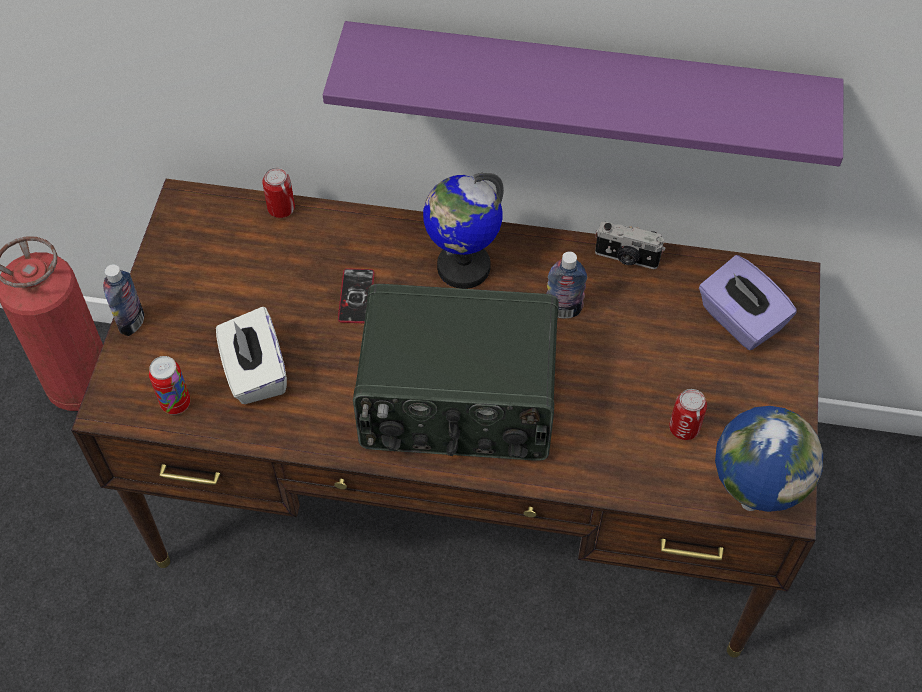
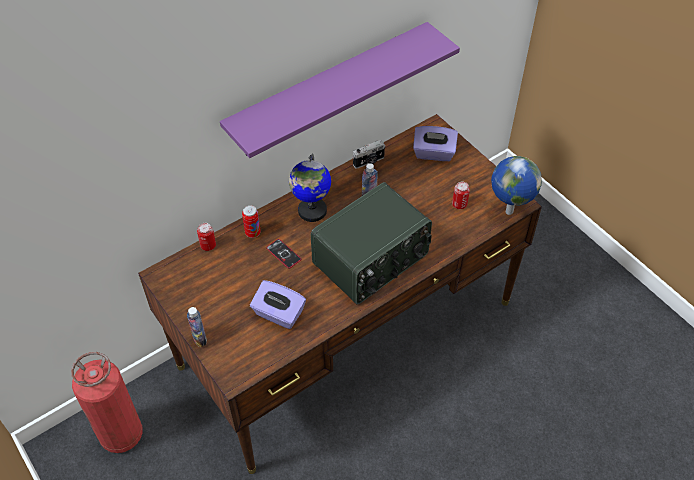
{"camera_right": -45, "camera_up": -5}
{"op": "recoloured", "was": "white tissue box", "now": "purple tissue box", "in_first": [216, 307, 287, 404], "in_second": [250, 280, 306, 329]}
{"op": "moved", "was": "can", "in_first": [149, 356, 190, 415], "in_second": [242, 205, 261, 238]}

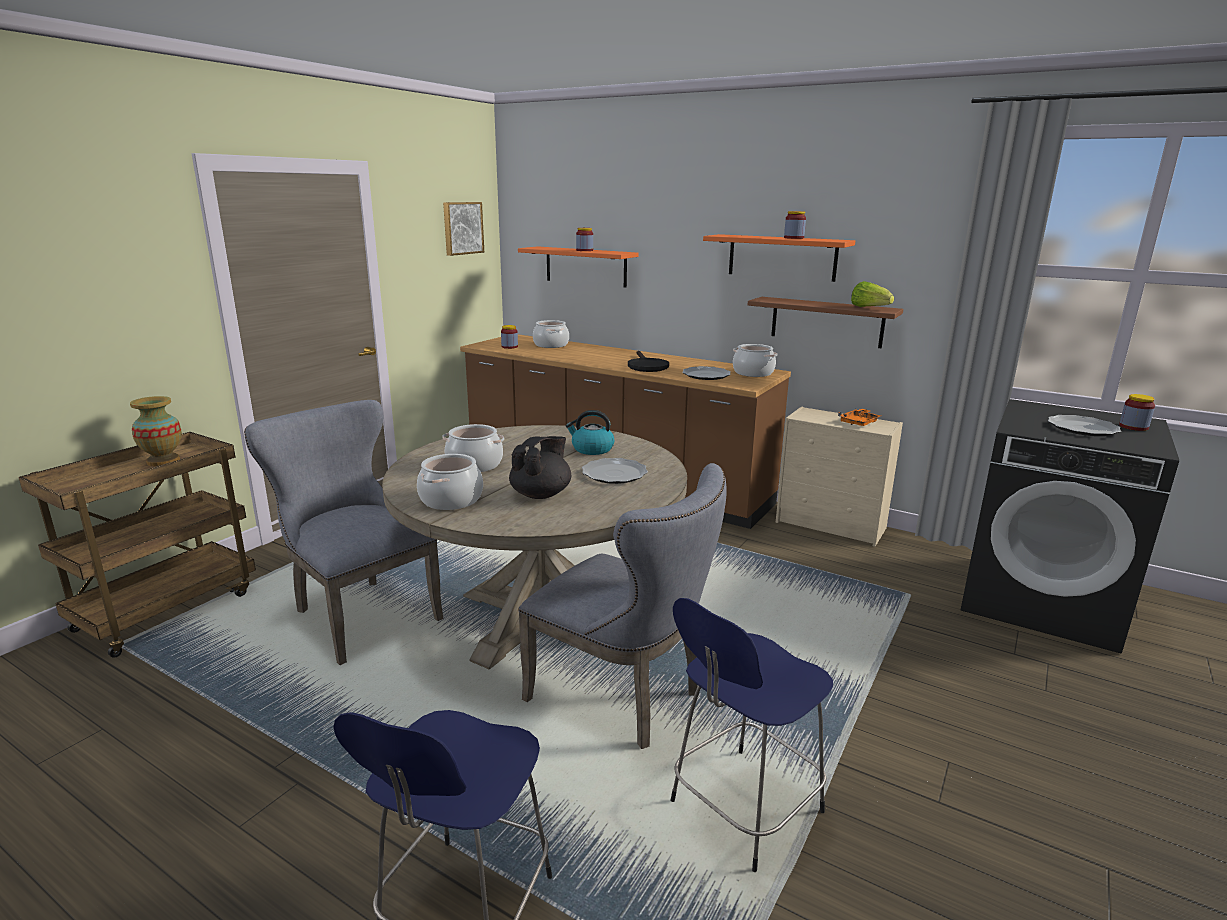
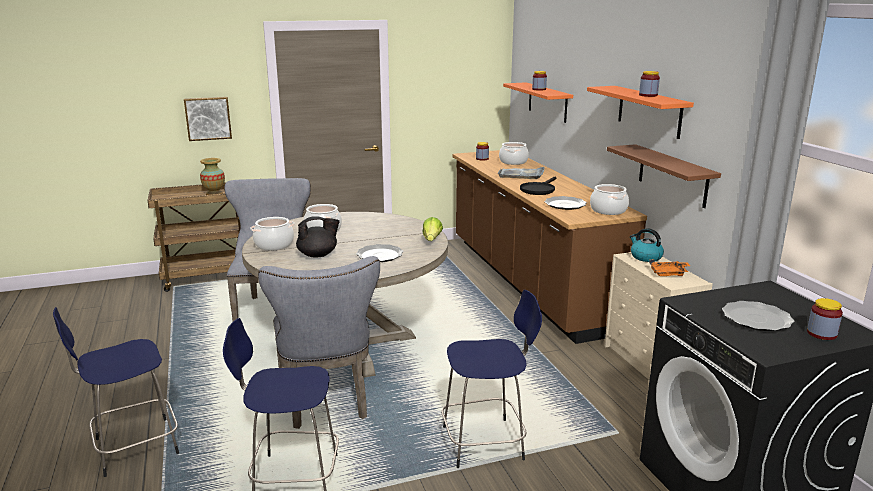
{"camera_right": 40, "camera_up": 0}
{"op": "moved", "was": "picture", "in_first": [443, 202, 484, 256], "in_second": [184, 97, 232, 141]}
{"op": "moved", "was": "lettuce", "in_first": [851, 281, 894, 307], "in_second": [422, 217, 443, 241]}
{"op": "moved", "was": "kettle", "in_first": [566, 410, 614, 455], "in_second": [630, 228, 664, 262]}
{"op": "added", "now": "grey tray", "in_second": [497, 167, 545, 179]}
{"op": "added", "now": "blue stool", "in_second": [441, 290, 542, 468]}

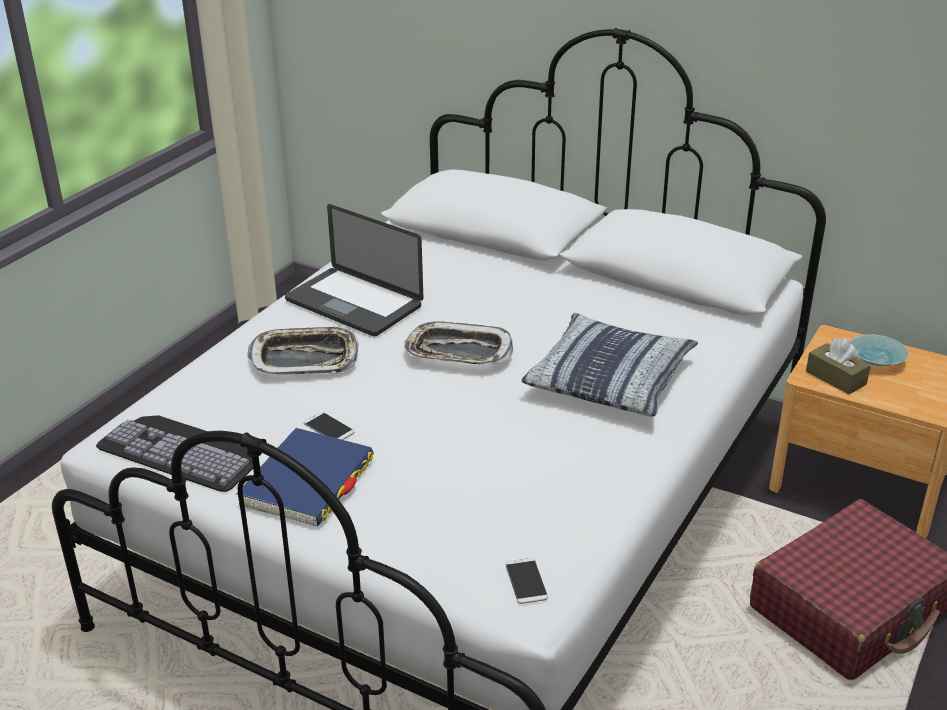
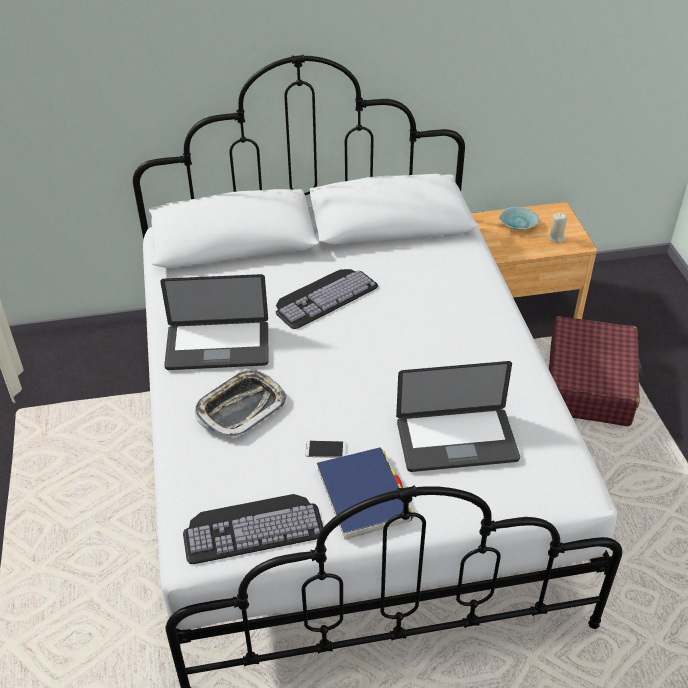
{"camera_right": -40, "camera_up": 10}
{"op": "removed", "was": "pillow", "in_first": [521, 313, 698, 417]}
{"op": "removed", "was": "tray", "in_first": [404, 322, 514, 365]}
{"op": "removed", "was": "brown tissue box", "in_first": [806, 338, 871, 394]}
{"op": "removed", "was": "phone", "in_first": [505, 558, 548, 604]}
{"op": "added", "now": "beige candle", "in_second": [548, 213, 567, 243]}
{"op": "added", "now": "keyboard", "in_second": [276, 269, 378, 329]}
{"op": "added", "now": "laptop", "in_second": [396, 361, 520, 472]}

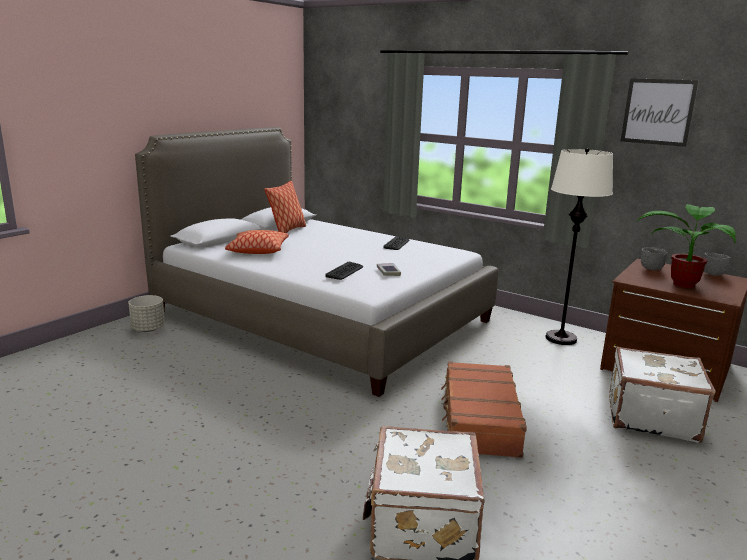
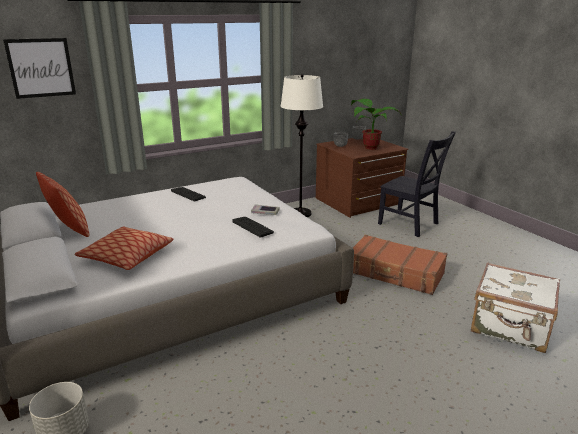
{"camera_right": -65, "camera_up": 5}
{"op": "moved", "was": "picture", "in_first": [621, 78, 699, 147], "in_second": [3, 38, 76, 99]}
{"op": "replaced", "was": "white suitcase", "now": "black chair", "in_first": [609, 347, 716, 443], "in_second": [378, 131, 456, 237]}

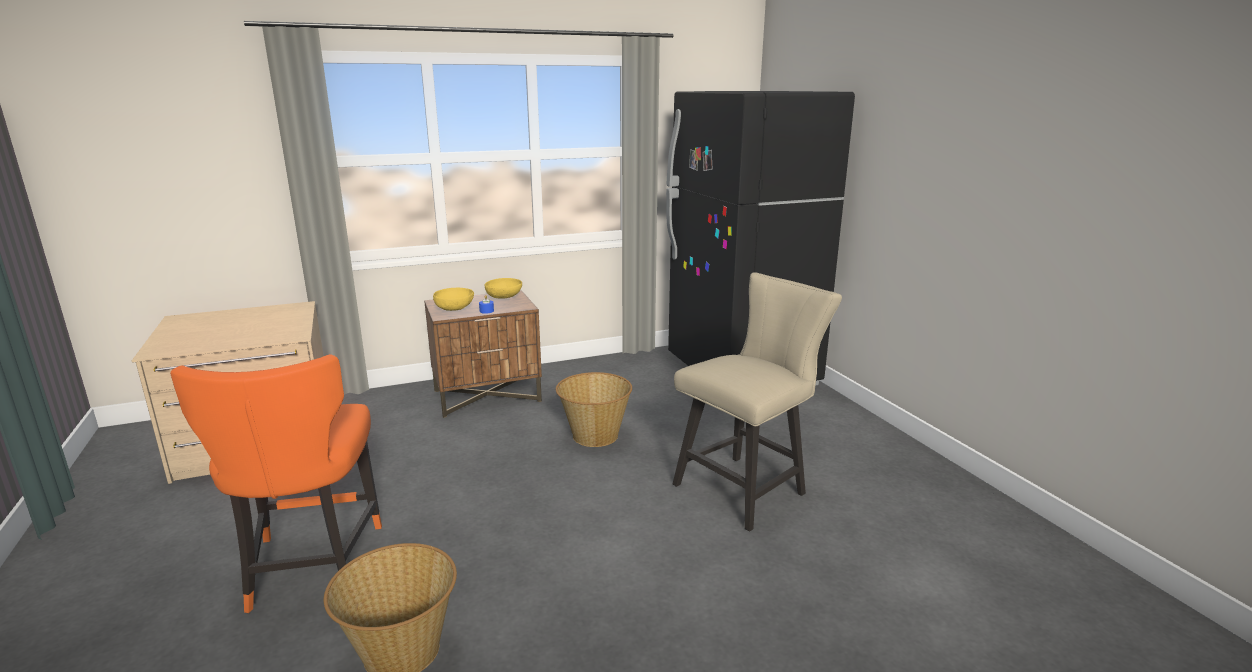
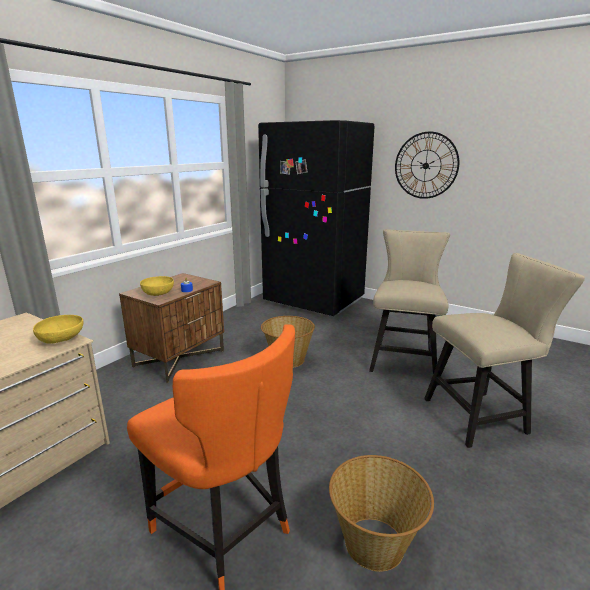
{"camera_right": -35, "camera_up": 0}
{"op": "moved", "was": "yellow bowl", "in_first": [485, 278, 522, 298], "in_second": [33, 315, 83, 344]}
{"op": "added", "now": "wall clock", "in_second": [395, 132, 459, 199]}
{"op": "added", "now": "beige chair", "in_second": [424, 253, 585, 448]}

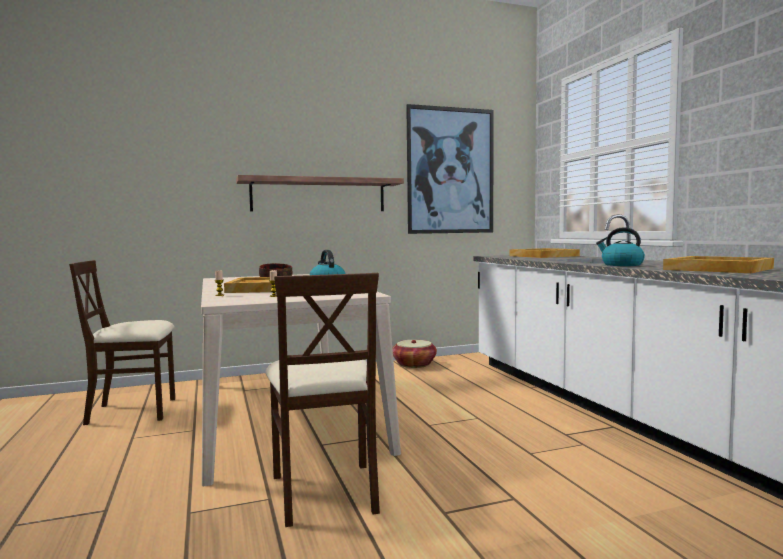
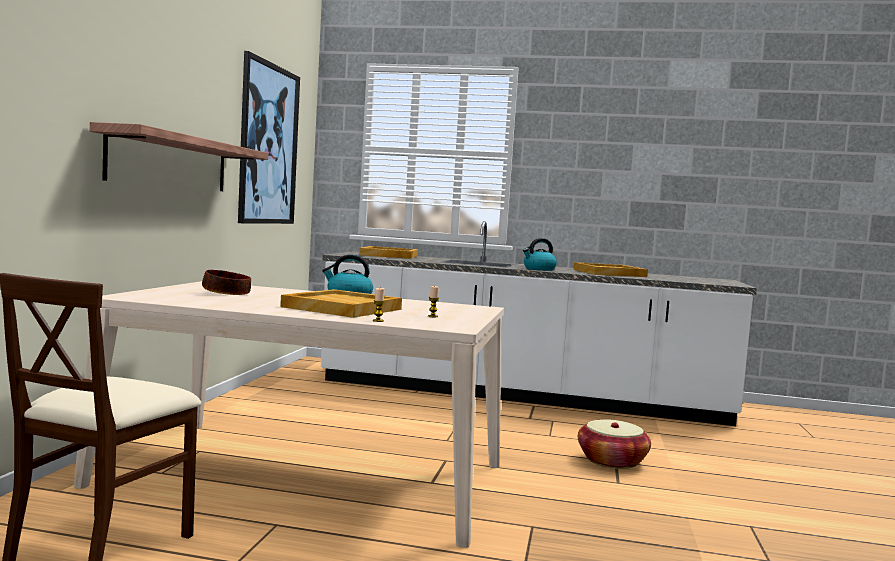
{"camera_right": -60, "camera_up": 0}
{"op": "removed", "was": "beige chair", "in_first": [266, 273, 380, 527]}
{"op": "moved", "was": "basket", "in_first": [392, 340, 437, 368], "in_second": [578, 419, 651, 469]}

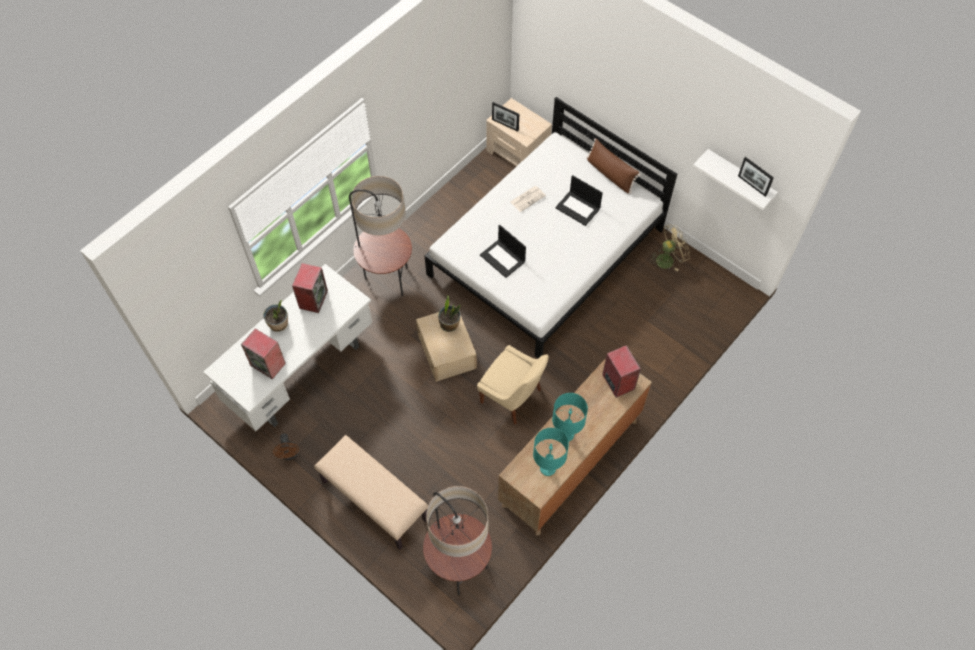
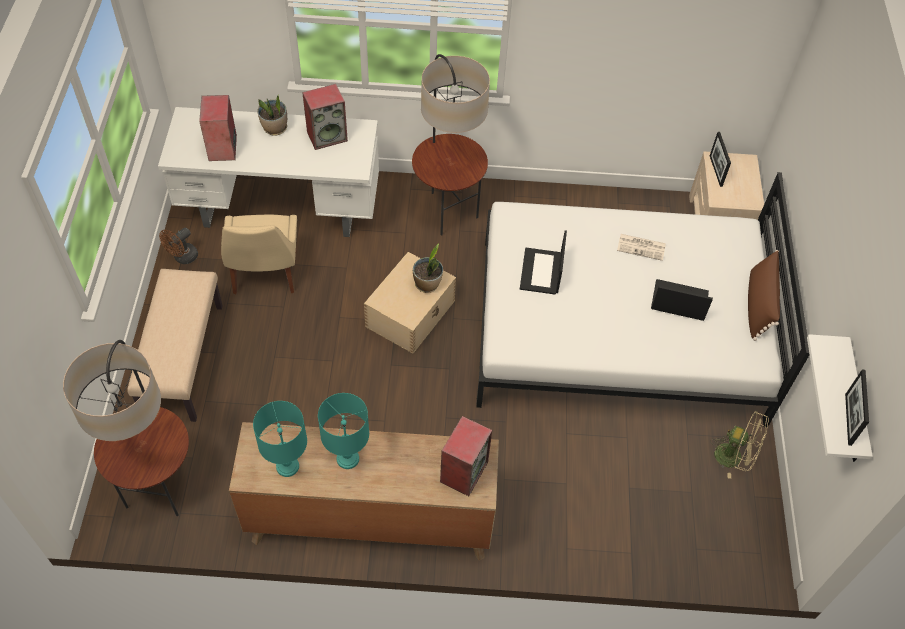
{"camera_right": 50, "camera_up": -5}
{"op": "turned", "was": "laptop", "in_first": [555, 175, 603, 226], "in_second": [651, 279, 713, 321], "clockwise": 105}
{"op": "moved", "was": "beige chair", "in_first": [477, 345, 549, 424], "in_second": [221, 215, 297, 294]}

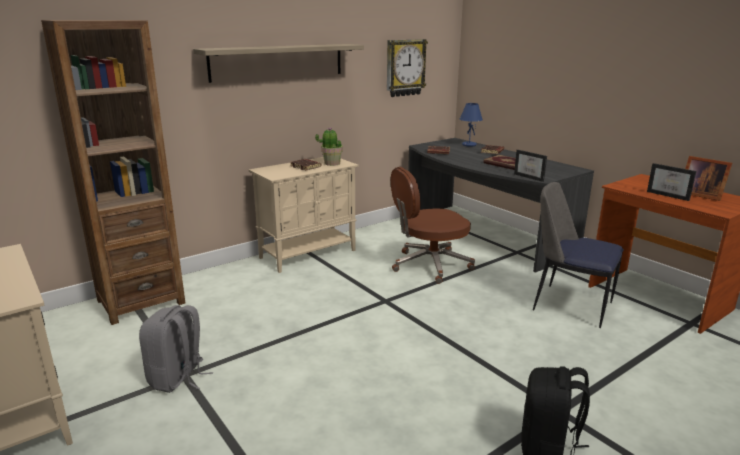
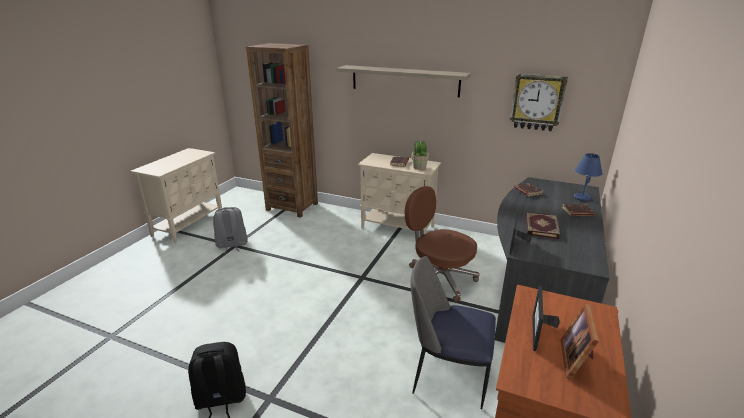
{"camera_right": 60, "camera_up": 5}
{"op": "turned", "was": "chair", "in_first": [533, 182, 624, 328], "in_second": [411, 256, 496, 410], "clockwise": -75}

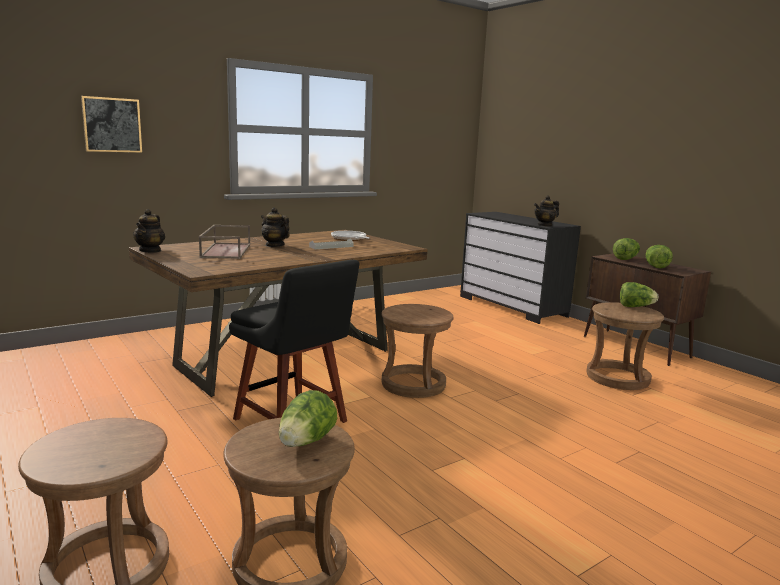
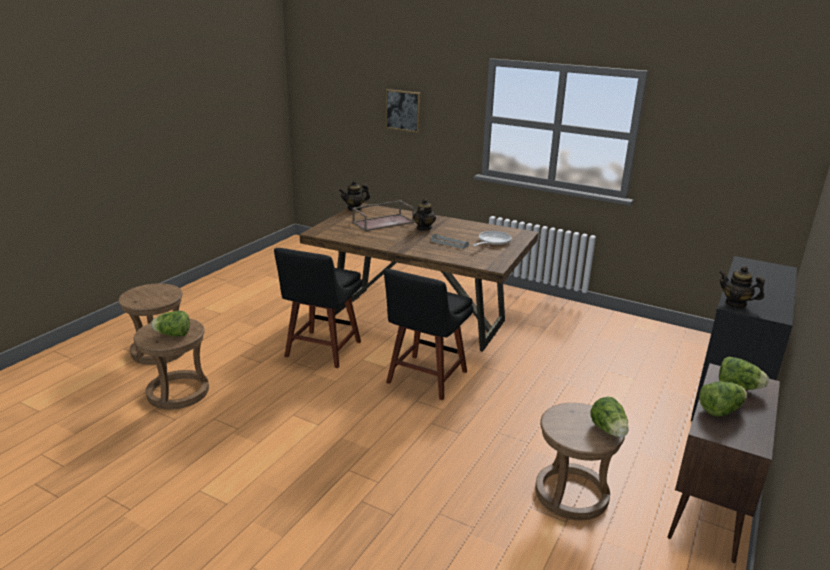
{"camera_right": 65, "camera_up": 10}
{"op": "replaced", "was": "brown stool", "now": "black chair", "in_first": [381, 304, 454, 398], "in_second": [384, 269, 473, 400]}

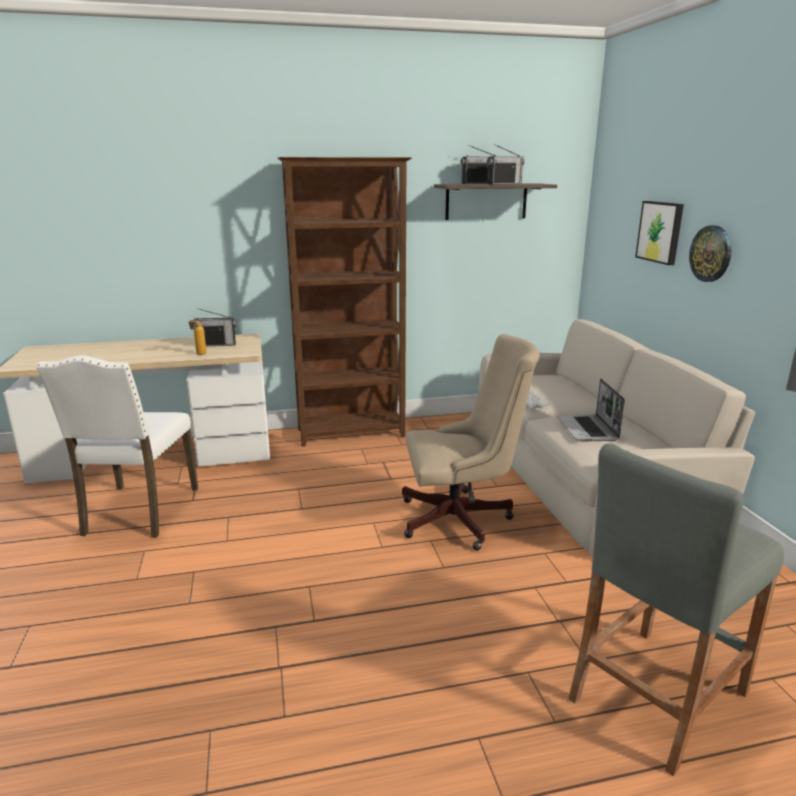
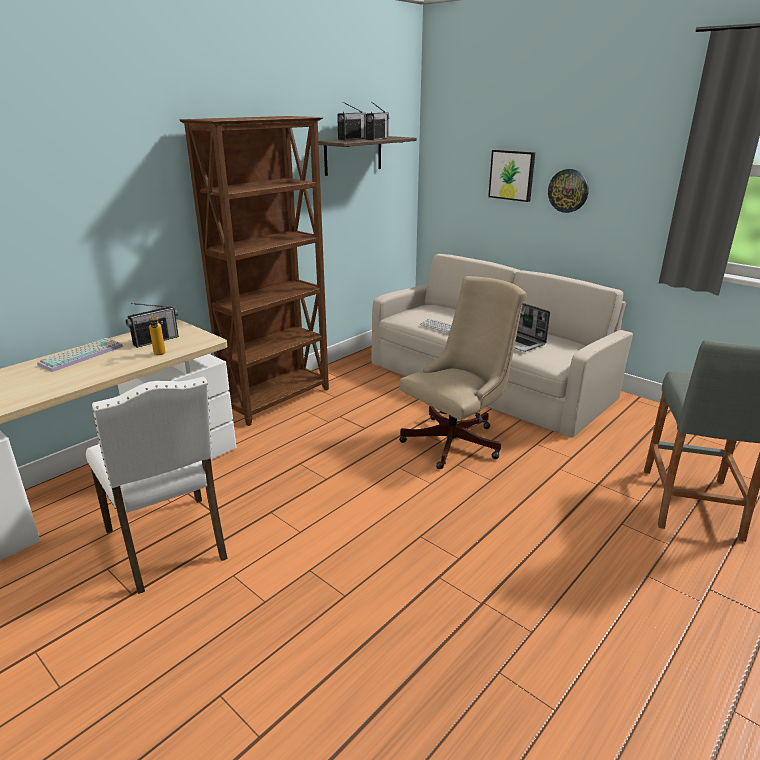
{"camera_right": -35, "camera_up": 5}
{"op": "added", "now": "keyboard", "in_second": [37, 338, 123, 372]}

